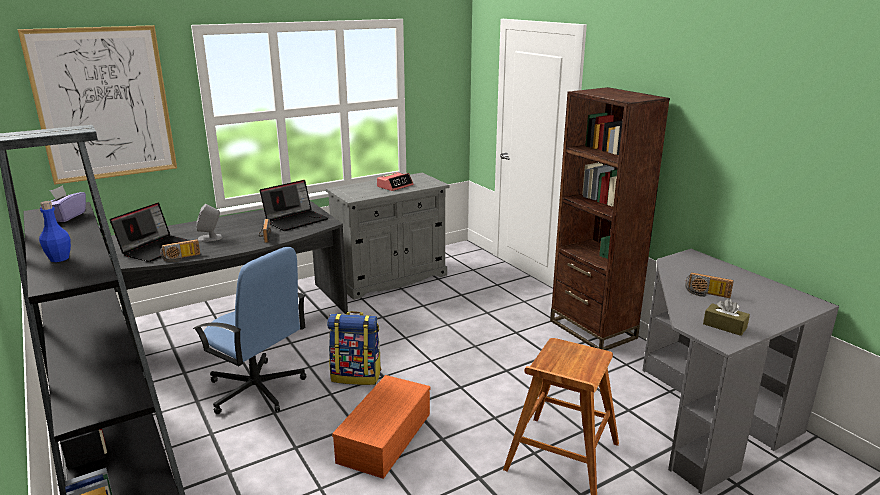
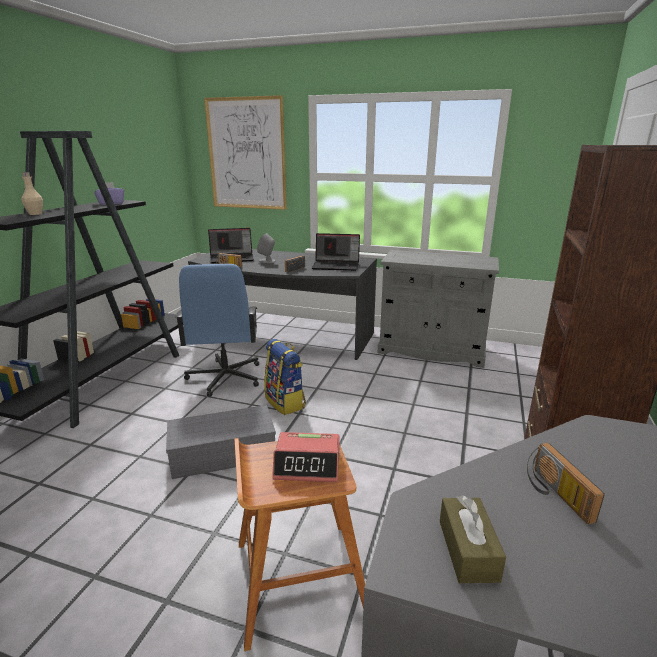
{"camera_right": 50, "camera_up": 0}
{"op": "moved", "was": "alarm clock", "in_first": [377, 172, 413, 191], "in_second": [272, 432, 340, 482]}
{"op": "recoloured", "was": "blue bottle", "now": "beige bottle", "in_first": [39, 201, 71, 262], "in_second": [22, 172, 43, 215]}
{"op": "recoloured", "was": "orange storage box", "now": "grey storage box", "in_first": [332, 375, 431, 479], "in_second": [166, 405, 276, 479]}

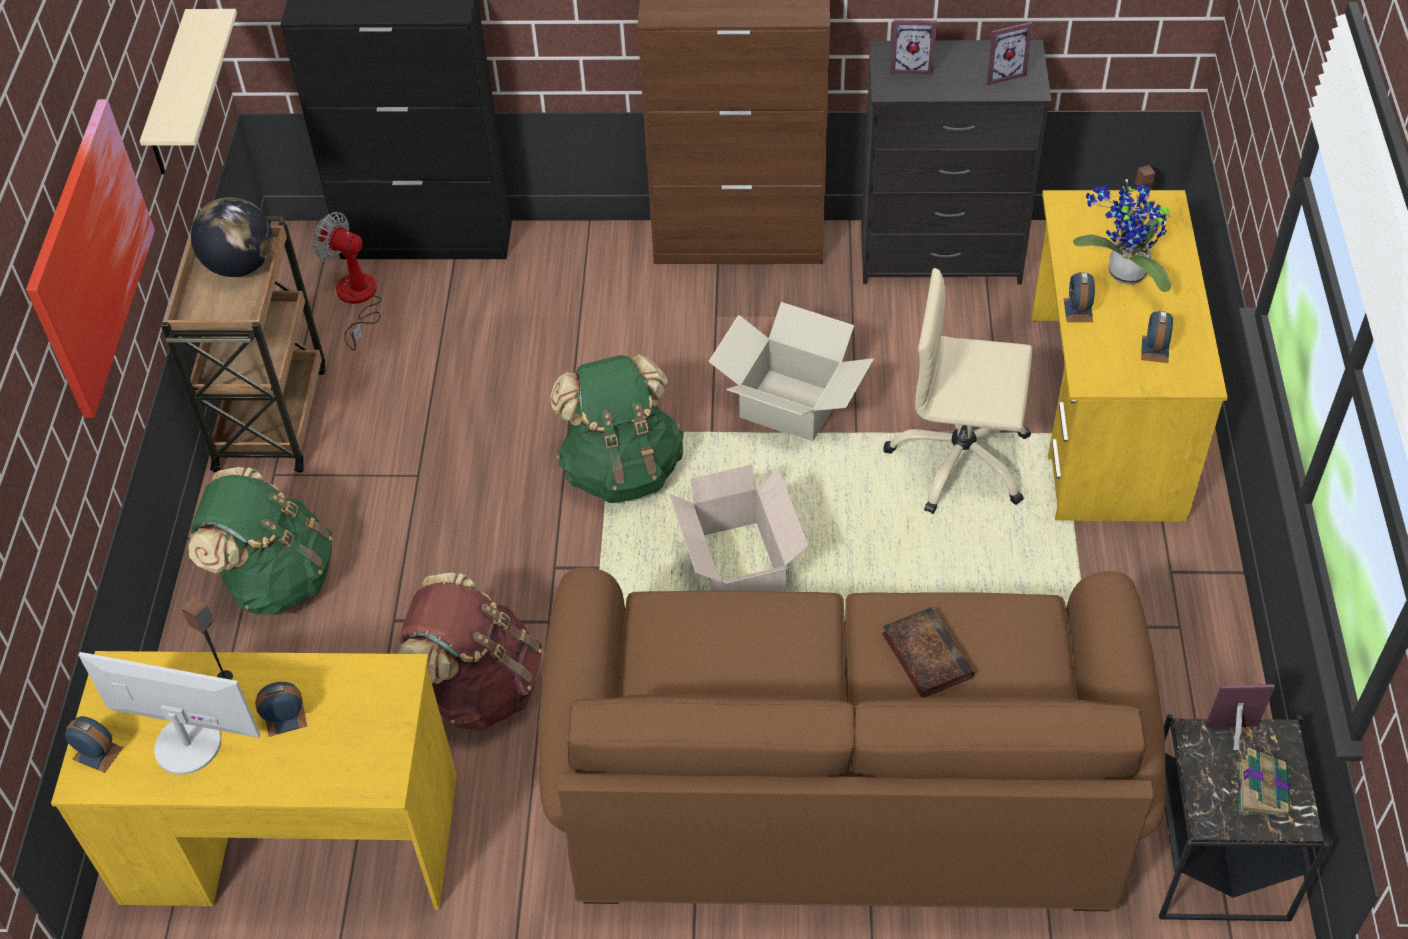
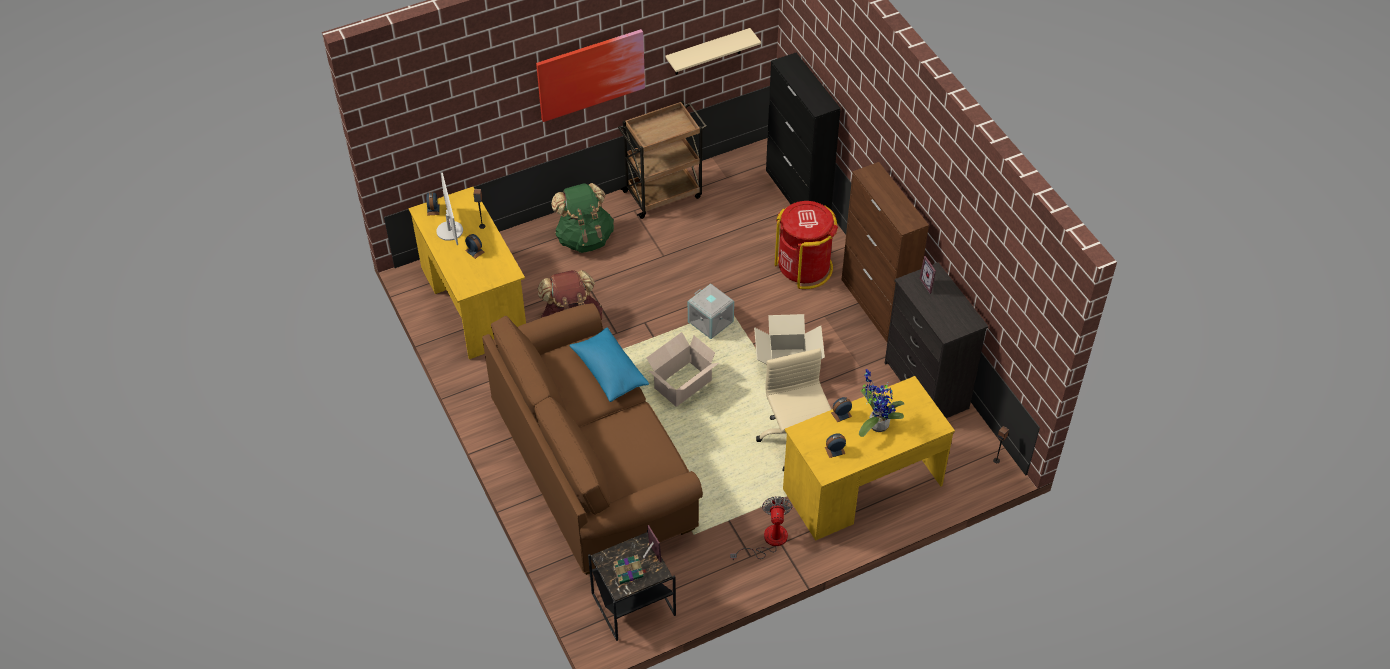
{"camera_right": 60, "camera_up": 0}
{"op": "removed", "was": "picture frame", "in_first": [987, 22, 1033, 85]}
{"op": "removed", "was": "globe", "in_first": [191, 197, 273, 277]}
{"op": "moved", "was": "fan", "in_first": [313, 212, 382, 350], "in_second": [730, 496, 793, 560]}
{"op": "replaced", "was": "green backpack", "now": "grey storage box", "in_first": [550, 354, 684, 503], "in_second": [688, 284, 734, 339]}
{"op": "removed", "was": "book", "in_first": [882, 607, 974, 698]}
{"op": "added", "now": "red trash can", "in_second": [775, 201, 838, 289]}
{"op": "added", "now": "blue pillow", "in_second": [569, 328, 649, 402]}

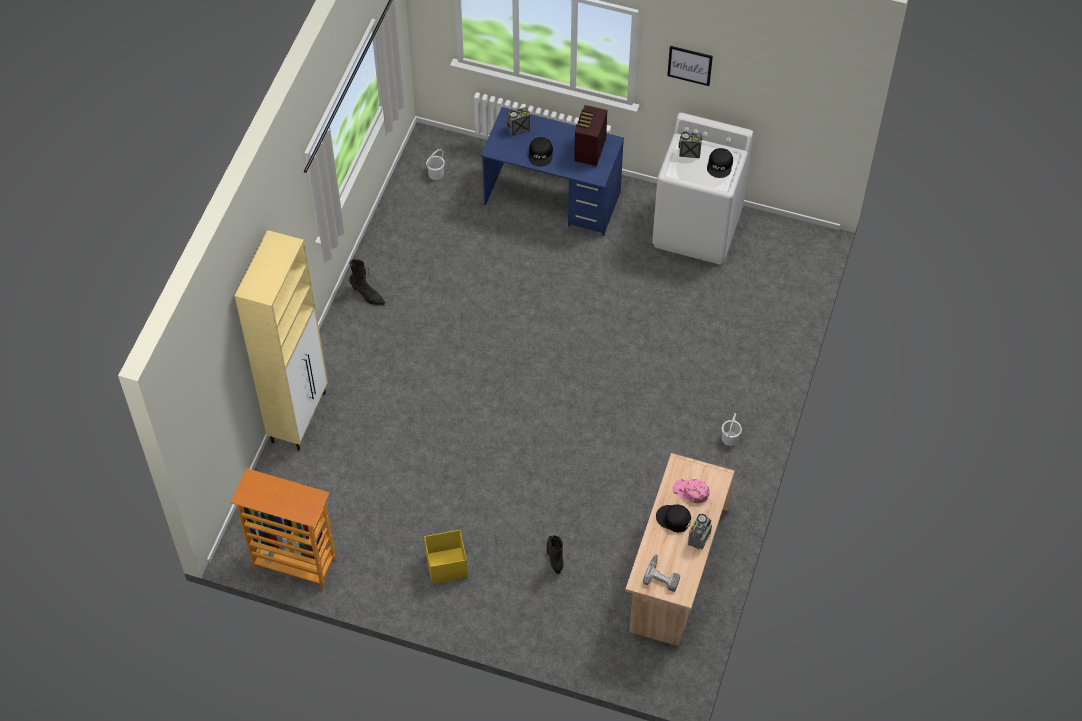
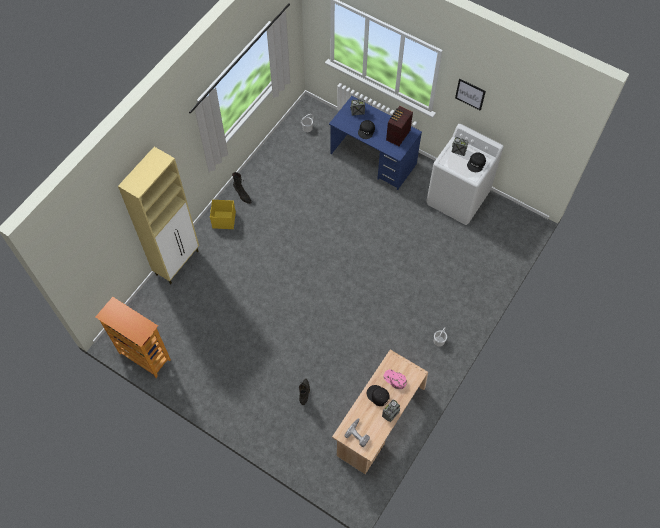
{"camera_right": 15, "camera_up": 5}
{"op": "moved", "was": "yellow storage box", "in_first": [424, 530, 468, 584], "in_second": [210, 200, 236, 229]}

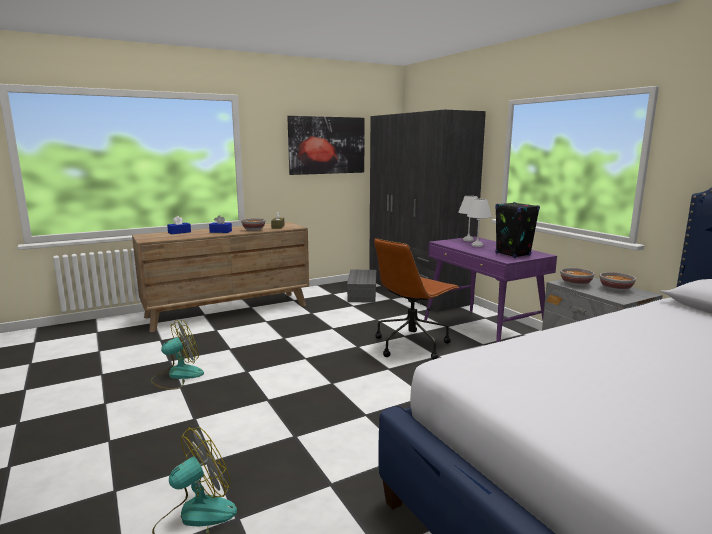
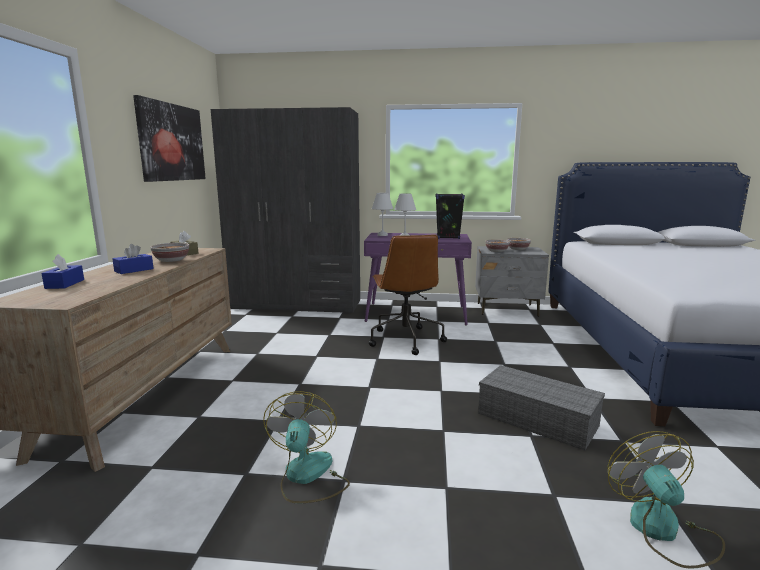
{"camera_right": -55, "camera_up": 0}
{"op": "moved", "was": "grey storage box", "in_first": [347, 270, 376, 303], "in_second": [478, 365, 605, 451]}

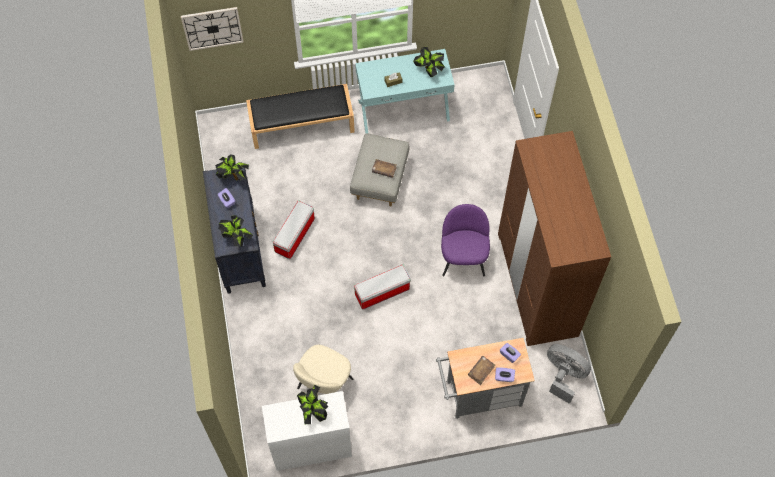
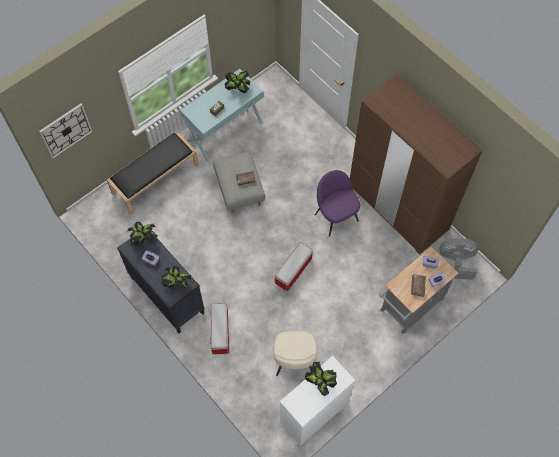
{"camera_right": -30, "camera_up": 0}
{"op": "moved", "was": "storage box", "in_first": [273, 200, 315, 259], "in_second": [210, 302, 229, 354]}

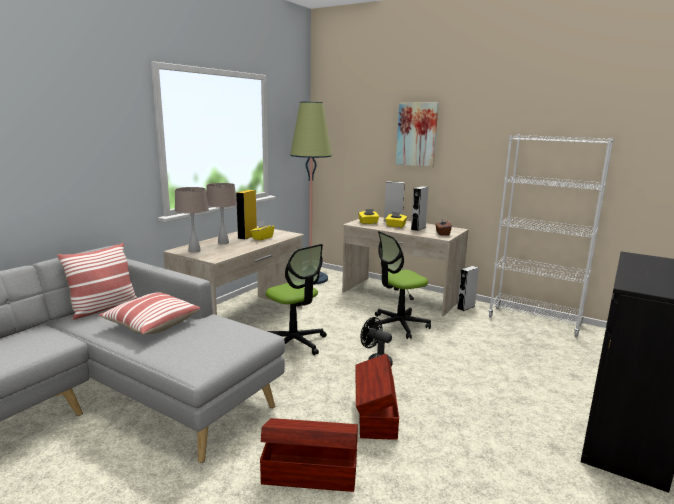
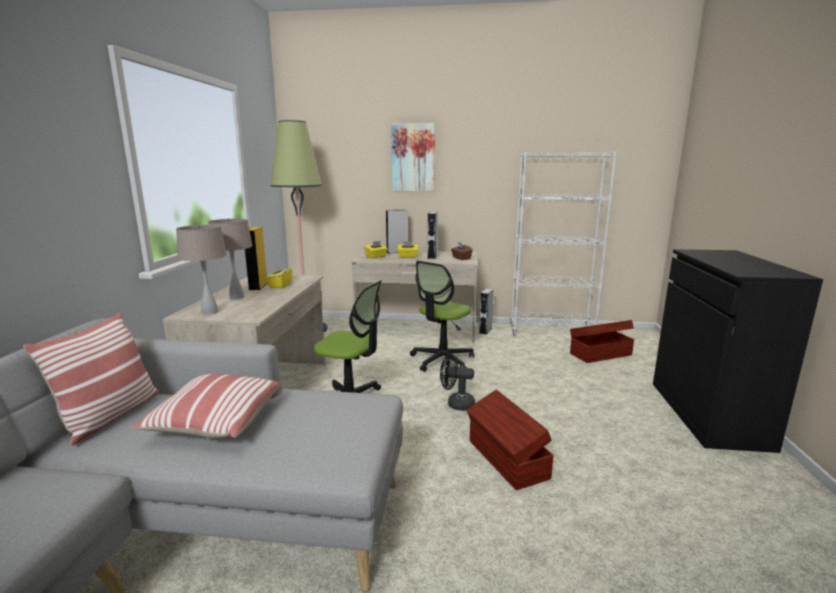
{"camera_right": -25, "camera_up": 0}
{"op": "moved", "was": "brown storage box", "in_first": [260, 418, 358, 492], "in_second": [570, 320, 634, 363]}

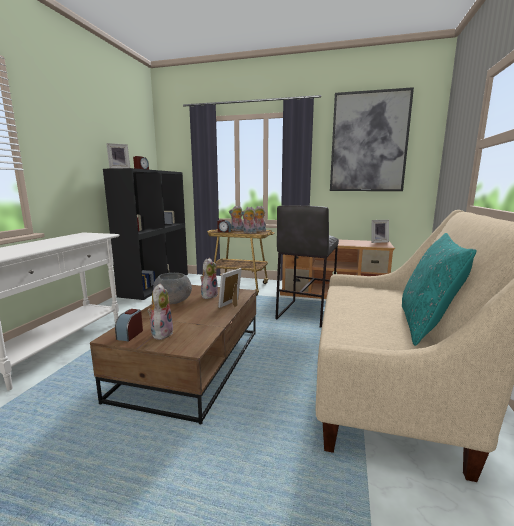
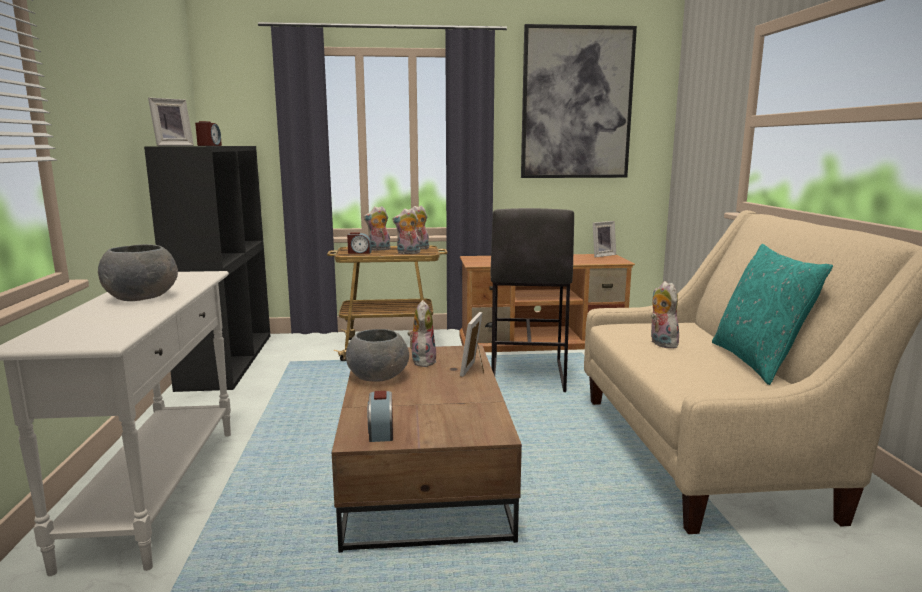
{"camera_right": -20, "camera_up": 0}
{"op": "moved", "was": "plush toy", "in_first": [147, 283, 174, 340], "in_second": [651, 281, 679, 348]}
{"op": "added", "now": "grey bowl", "in_second": [98, 244, 178, 301]}

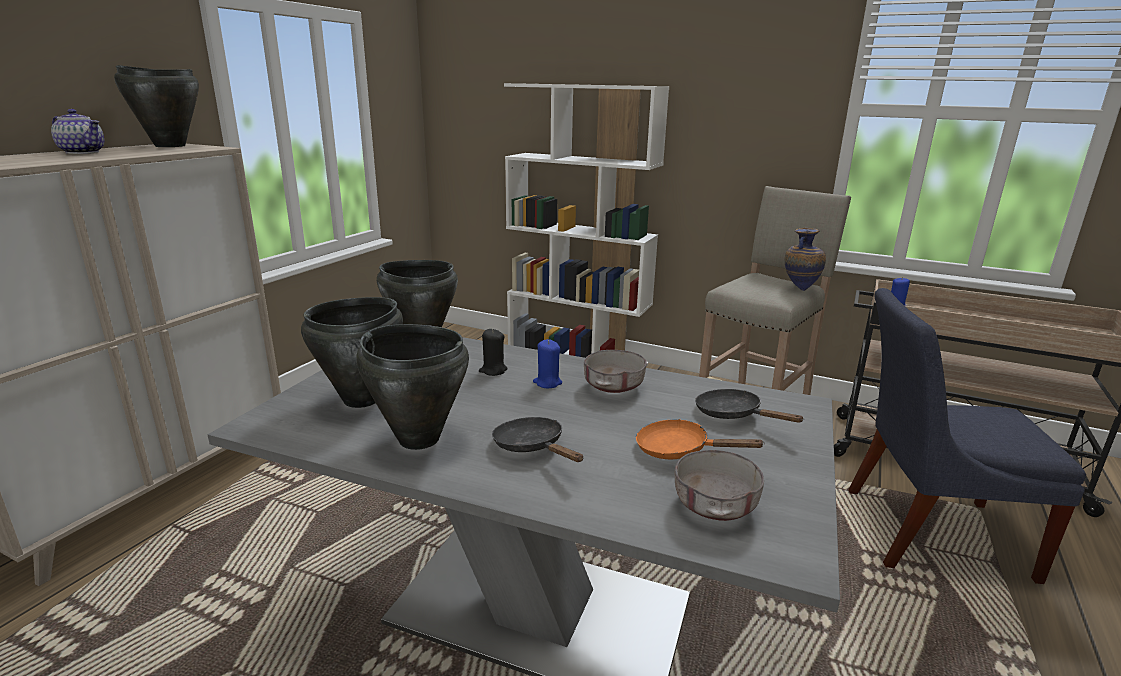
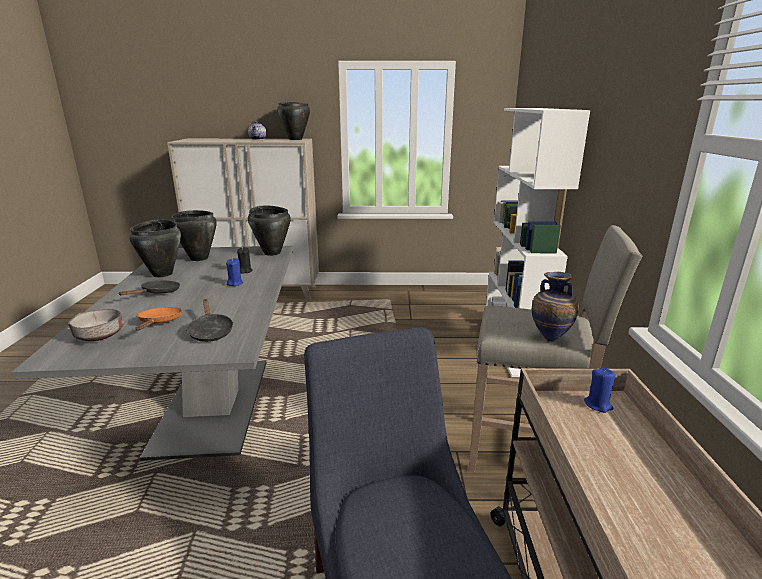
{"camera_right": 65, "camera_up": 0}
{"op": "removed", "was": "grey bowl", "in_first": [584, 350, 647, 393]}
{"op": "turned", "was": "black frying pan", "in_first": [695, 389, 804, 423], "in_second": [186, 299, 233, 342], "clockwise": 135}

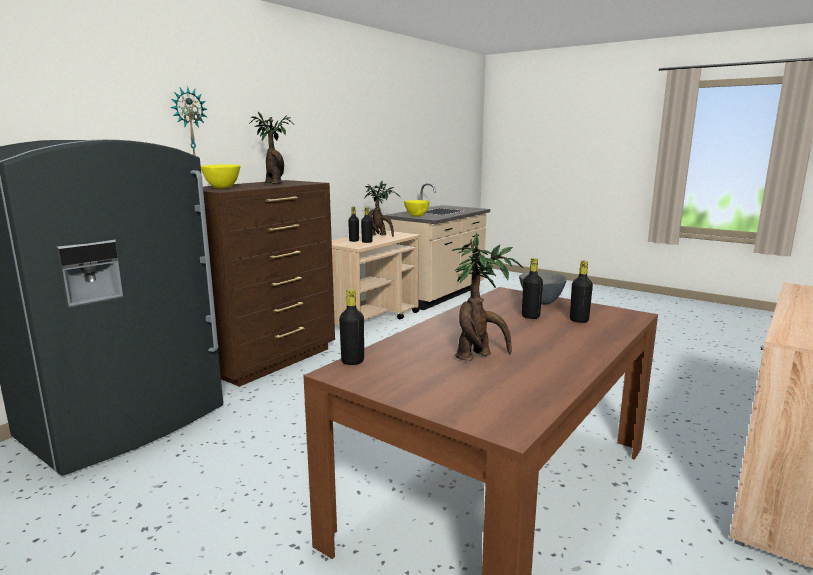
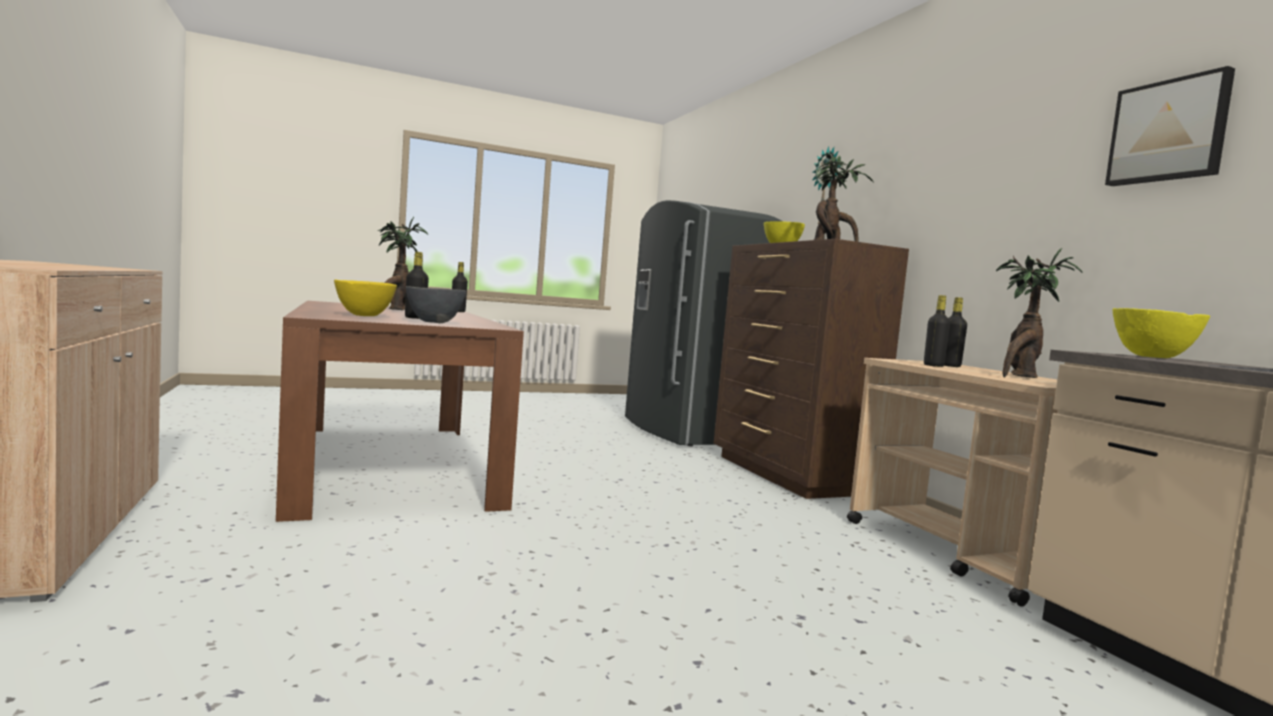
{"camera_right": 120, "camera_up": -10}
{"op": "replaced", "was": "black bottle", "now": "yellow bowl", "in_first": [570, 261, 593, 323], "in_second": [334, 280, 397, 316]}
{"op": "added", "now": "picture", "in_second": [1105, 66, 1235, 186]}

